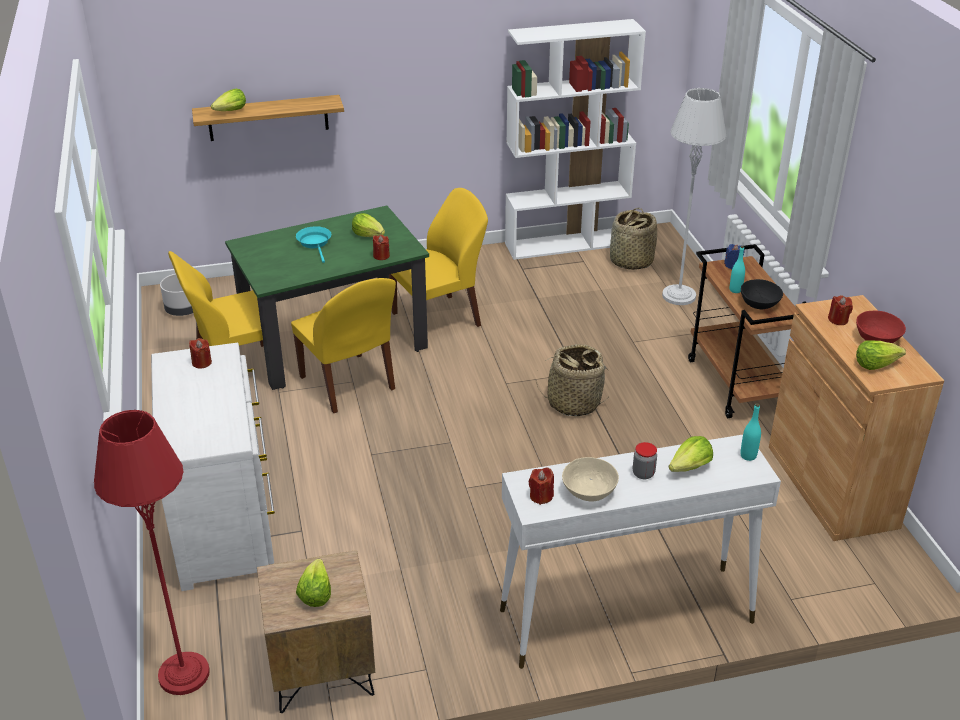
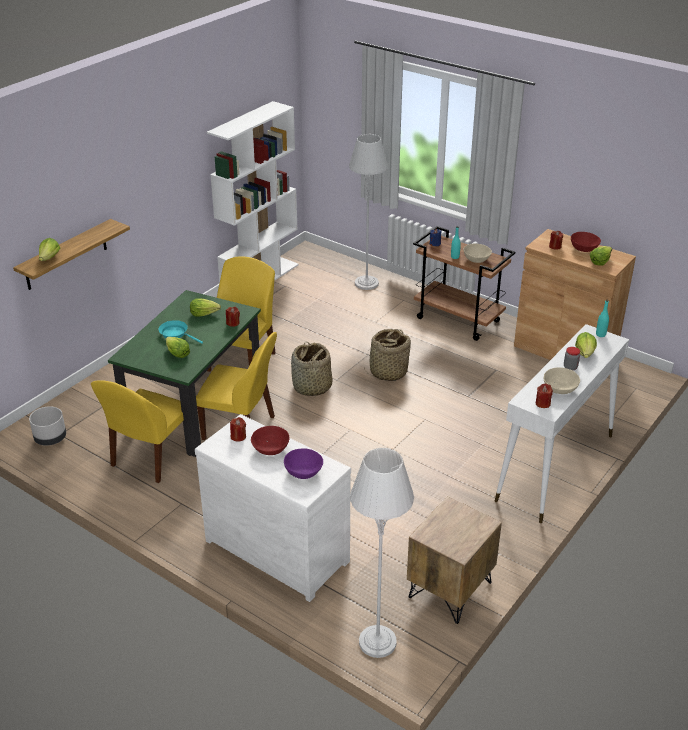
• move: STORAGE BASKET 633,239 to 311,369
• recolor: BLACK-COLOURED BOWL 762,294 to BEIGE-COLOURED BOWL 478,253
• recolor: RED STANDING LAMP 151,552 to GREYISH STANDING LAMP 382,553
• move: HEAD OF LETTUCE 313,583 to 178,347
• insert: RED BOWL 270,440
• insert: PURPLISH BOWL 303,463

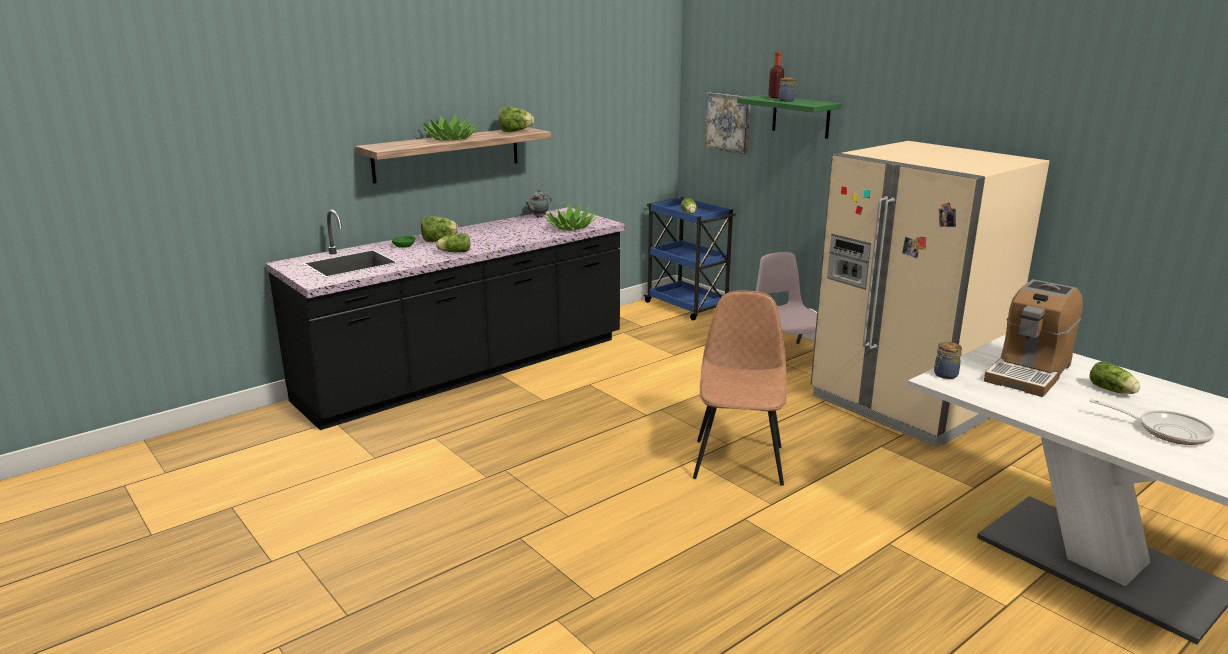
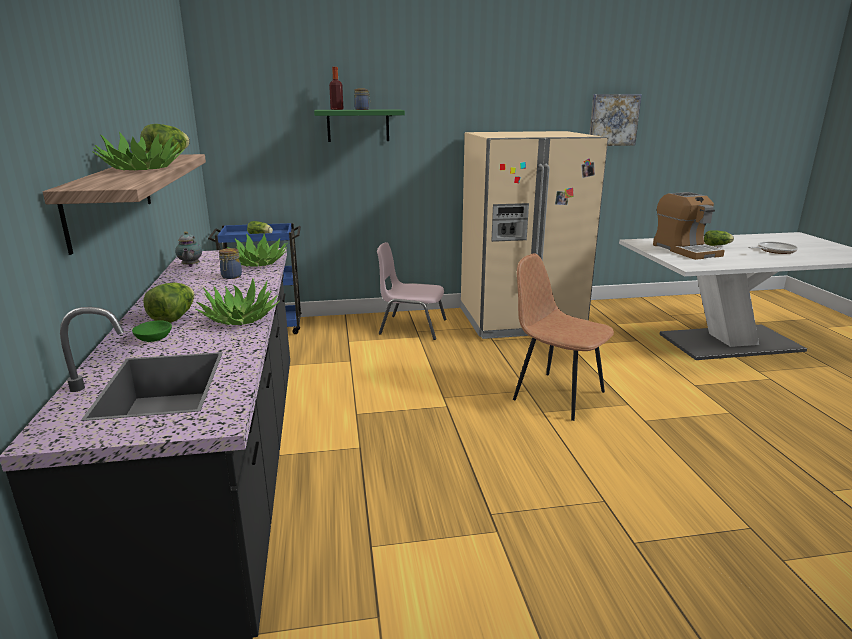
• move: PICTURE 727,123 to 615,120
• replace: HEAD OF LETTUCE 453,242 to POTTED PLANT 237,301
• move: JAR 948,360 to 230,263

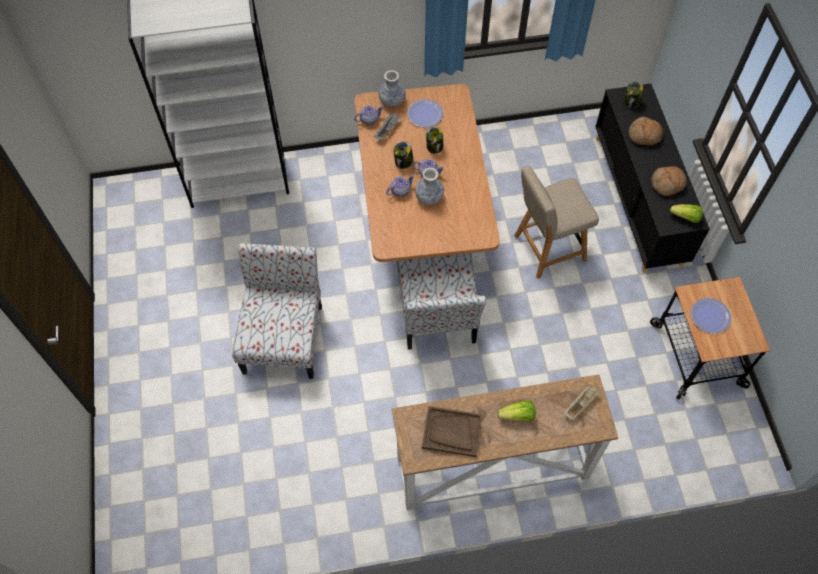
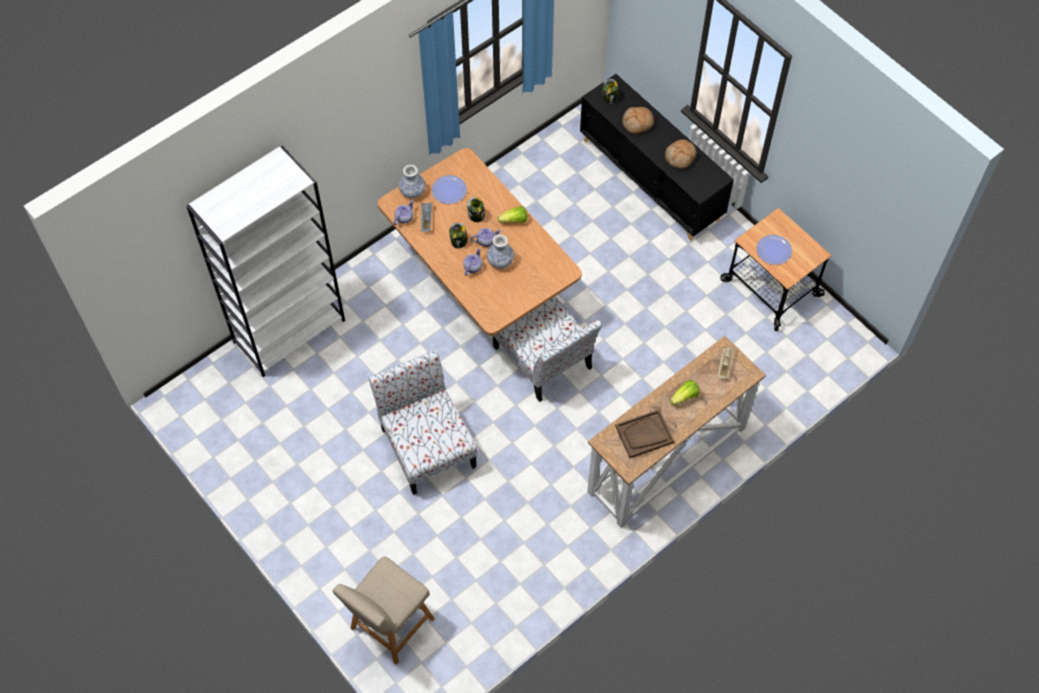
• move: BEIGE-COLOURED UPRIGHT CHAIR 556,222 to 384,610
• move: HEAD OF LETTUCE 686,213 to 512,214

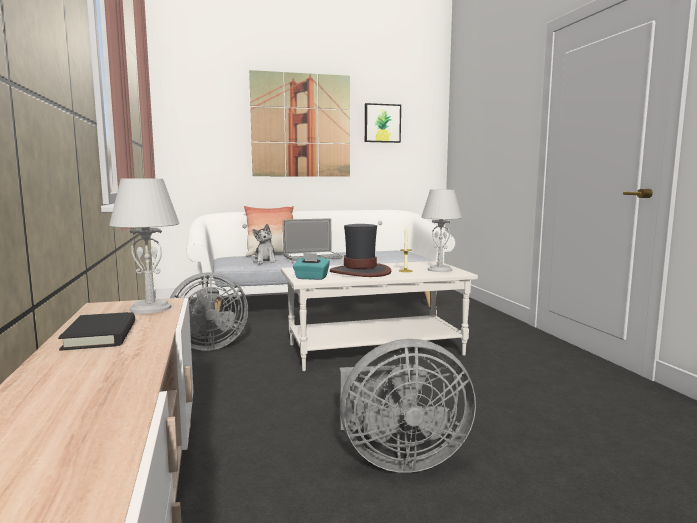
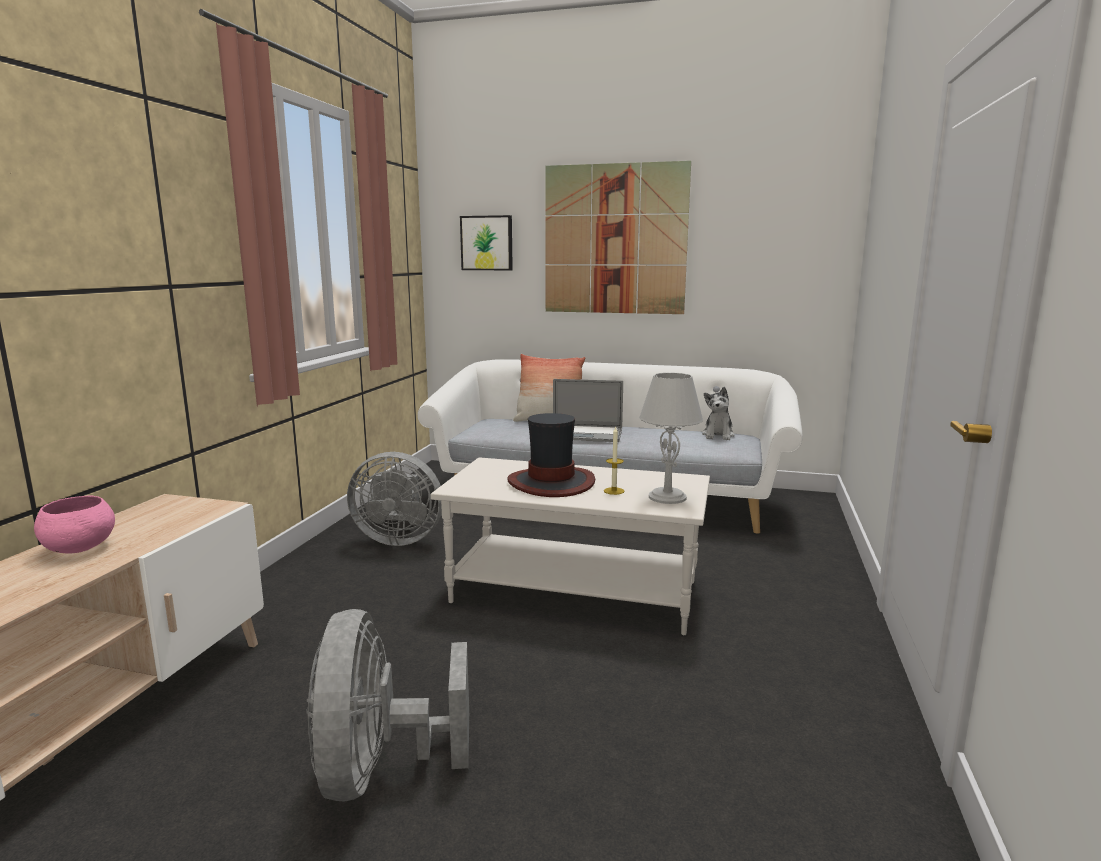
• move: PICTURE 383,123 to 486,242
• delete: GREYISH LAMP FOR A TABLE 144,246
• move: CUDDLY TOY 264,244 to 718,413
• delete: TURQUOISE-COLOURED BOX OF TISSUES 311,266
• replace: BLACK-COLOURED BOOK 96,331 to PINK-COLOURED BOWL 74,524
• rotate: GREYISH COOLING FAN 408,406 = 387,705 60 degrees clockwise

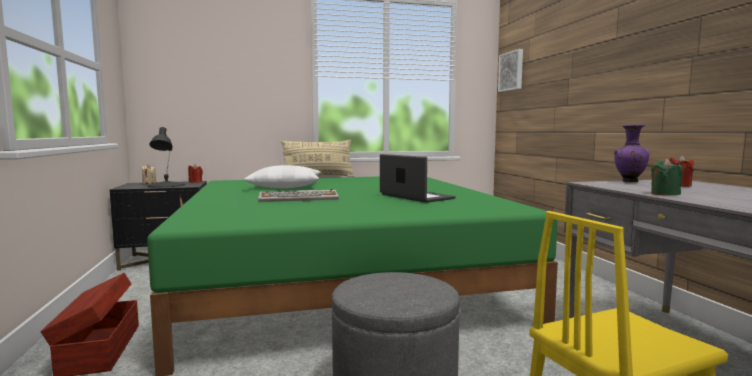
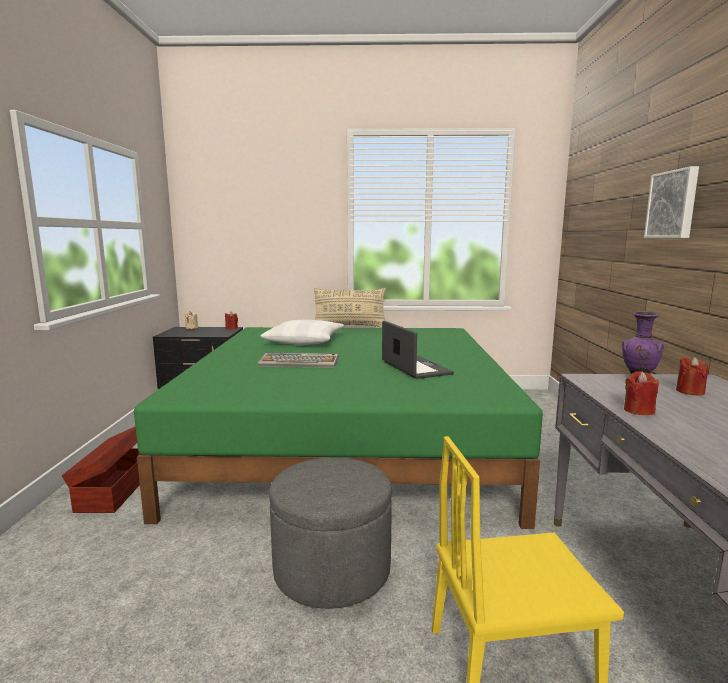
• move: PICTURE 510,70 to 671,202
• delete: BLACK-COLOURED LAMP FOR A TABLE 166,157
• recolor: GREEN-COLOURED CANDLE 666,177 to RED CANDLE 641,393

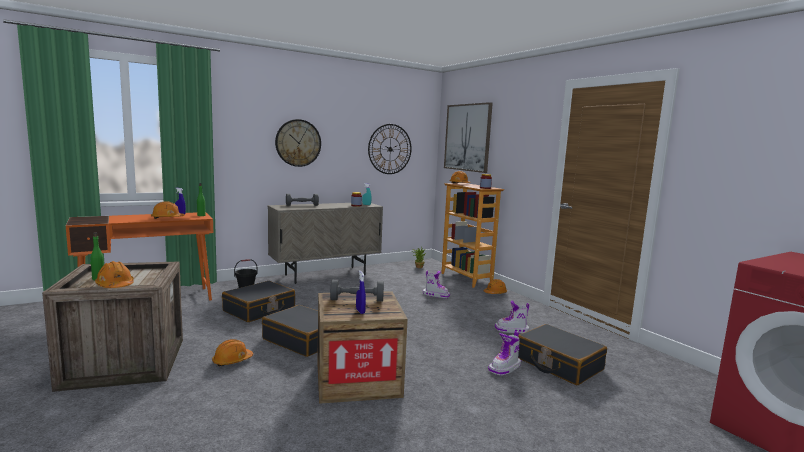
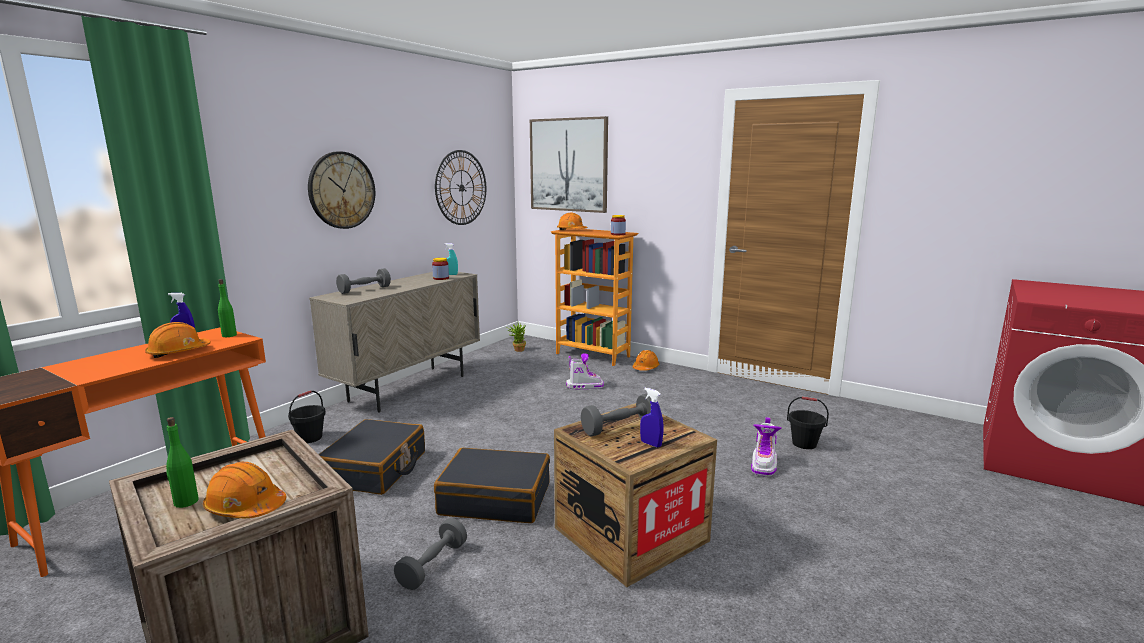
• delete: HIGH-TOP BOOT 512,317
• replace: BLACK-COLOURED SUITCASE 562,354 to BLACK-COLOURED WATER BUCKET 808,422
• replace: ORANGE HARD HAT 232,352 to GREYISH FREE WEIGHT 430,554

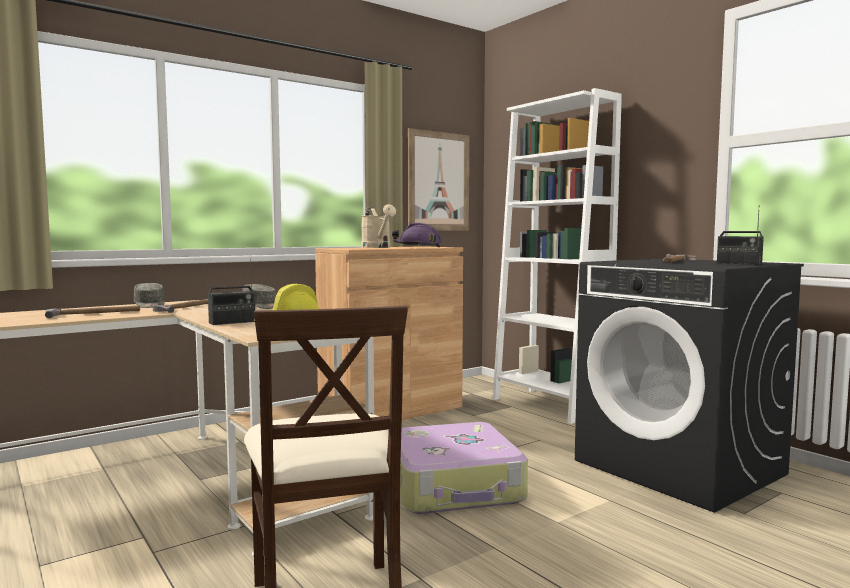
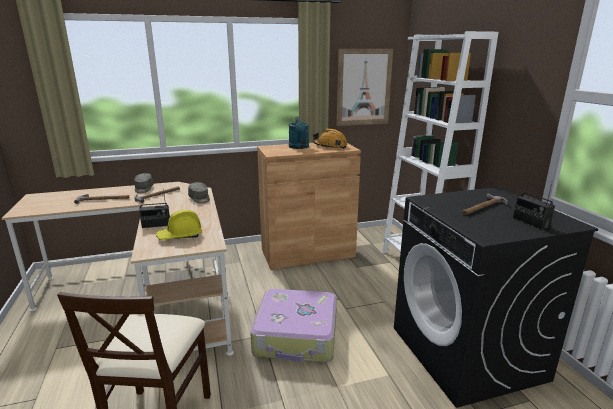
• recolor: BEIGE-COLOURED WATERING POT 378,226 to TURQUOISE-COLOURED WATERING POT 298,132
• recolor: PURPLISH HARD HAT 416,235 to ORANGE HARD HAT 330,139

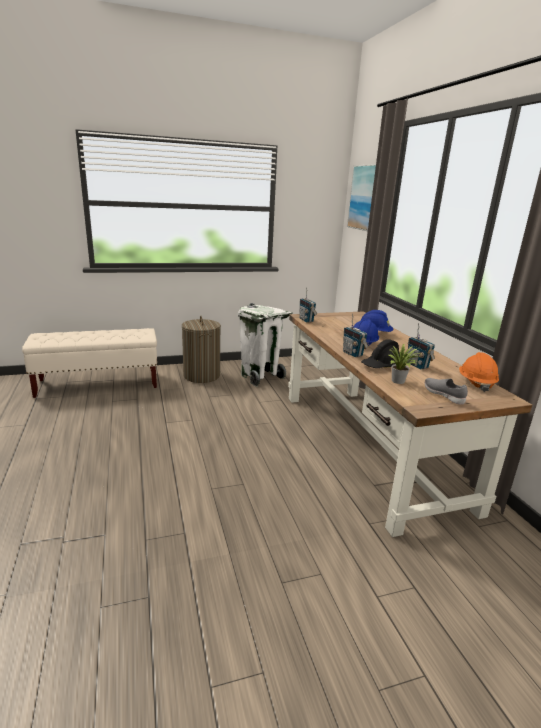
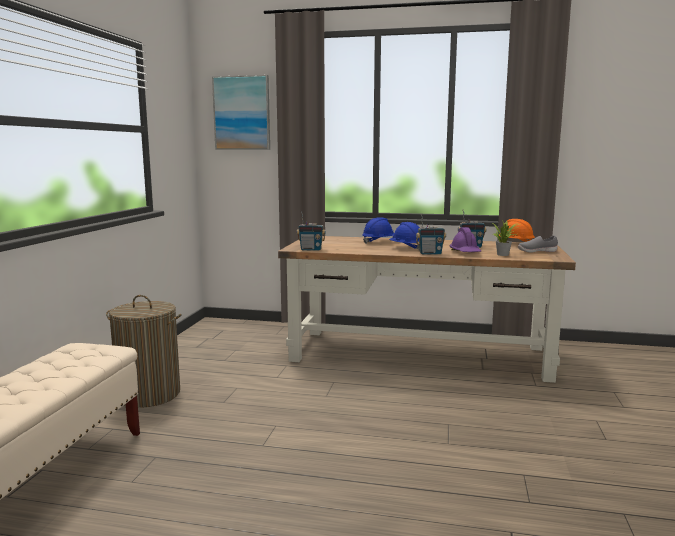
• delete: WHITE RUBBISH BIN 265,345
• recolor: BLACK-COLOURED HARD HAT 380,353 to PURPLISH HARD HAT 465,239

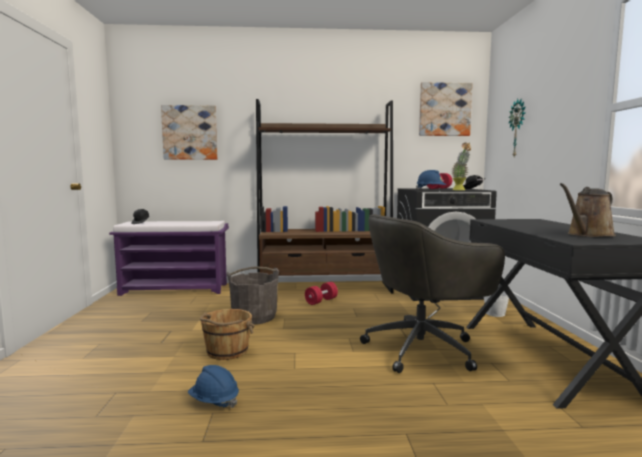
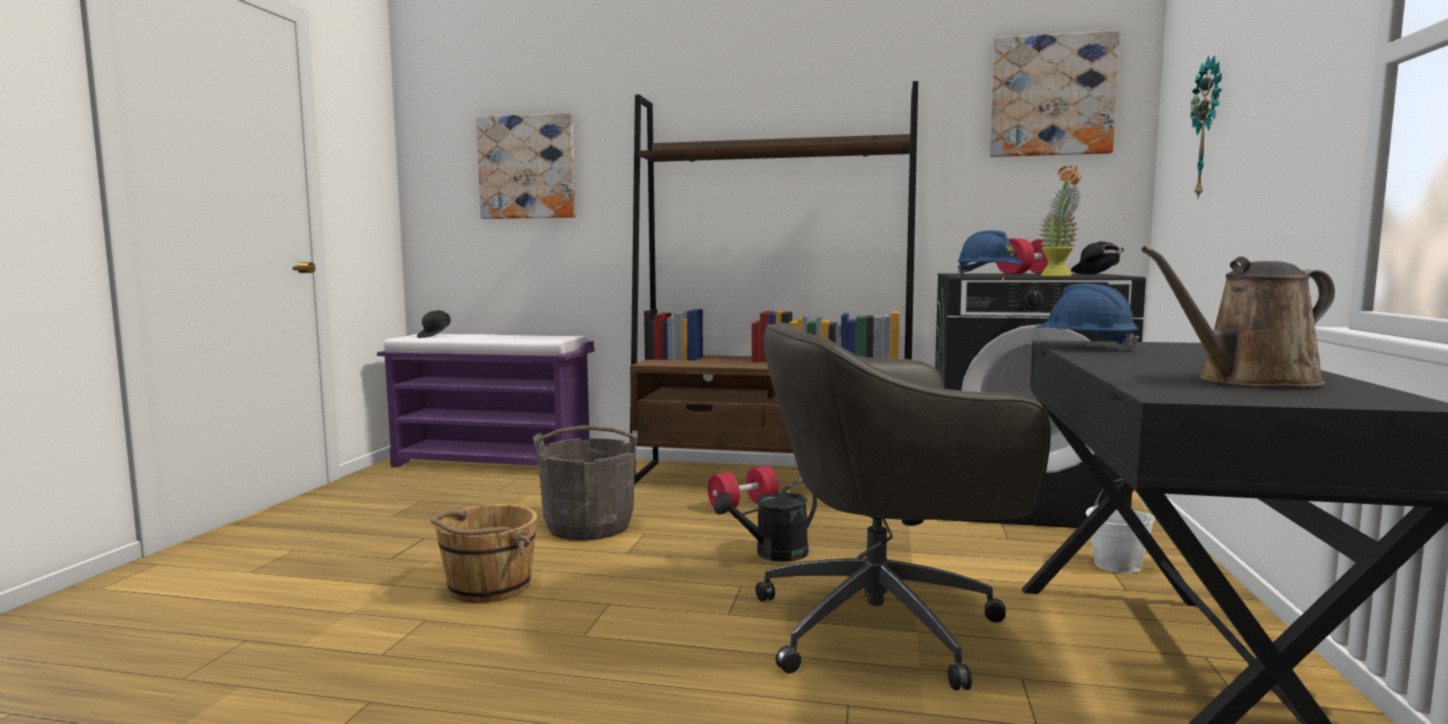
• move: BLUE-COLOURED HARD HAT 213,386 to 1087,316
• insert: BLACK-COLOURED WATERING POT 765,521

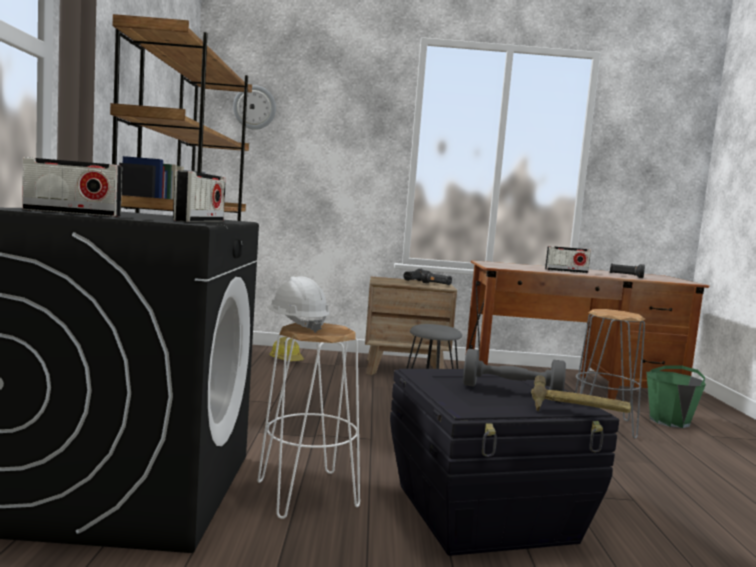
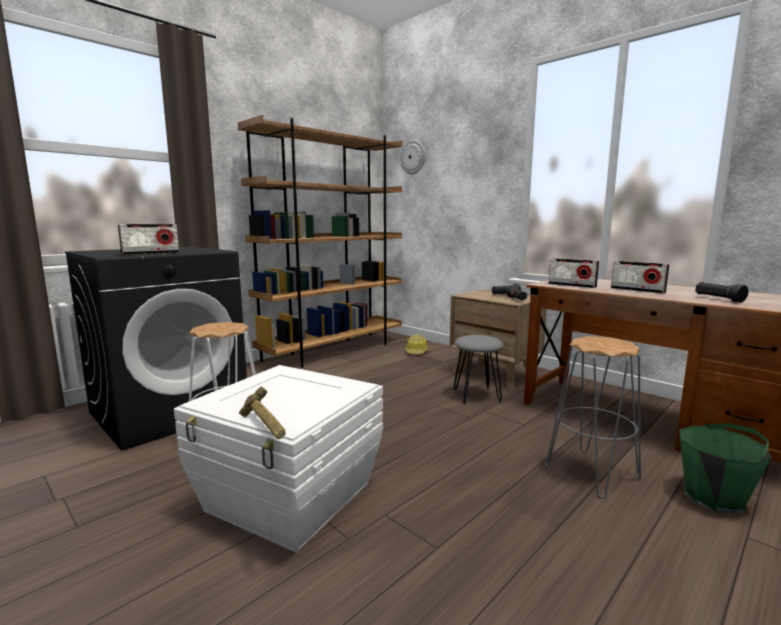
• move: RADIO RECEIVER 72,187 to 573,273
• delete: WHITE HARD HAT 298,305
• delete: GREYISH FREE WEIGHT 514,370
• recolor: BLACK-COLOURED STORAGE BIN 504,462 to WHITE STORAGE BIN 278,459

